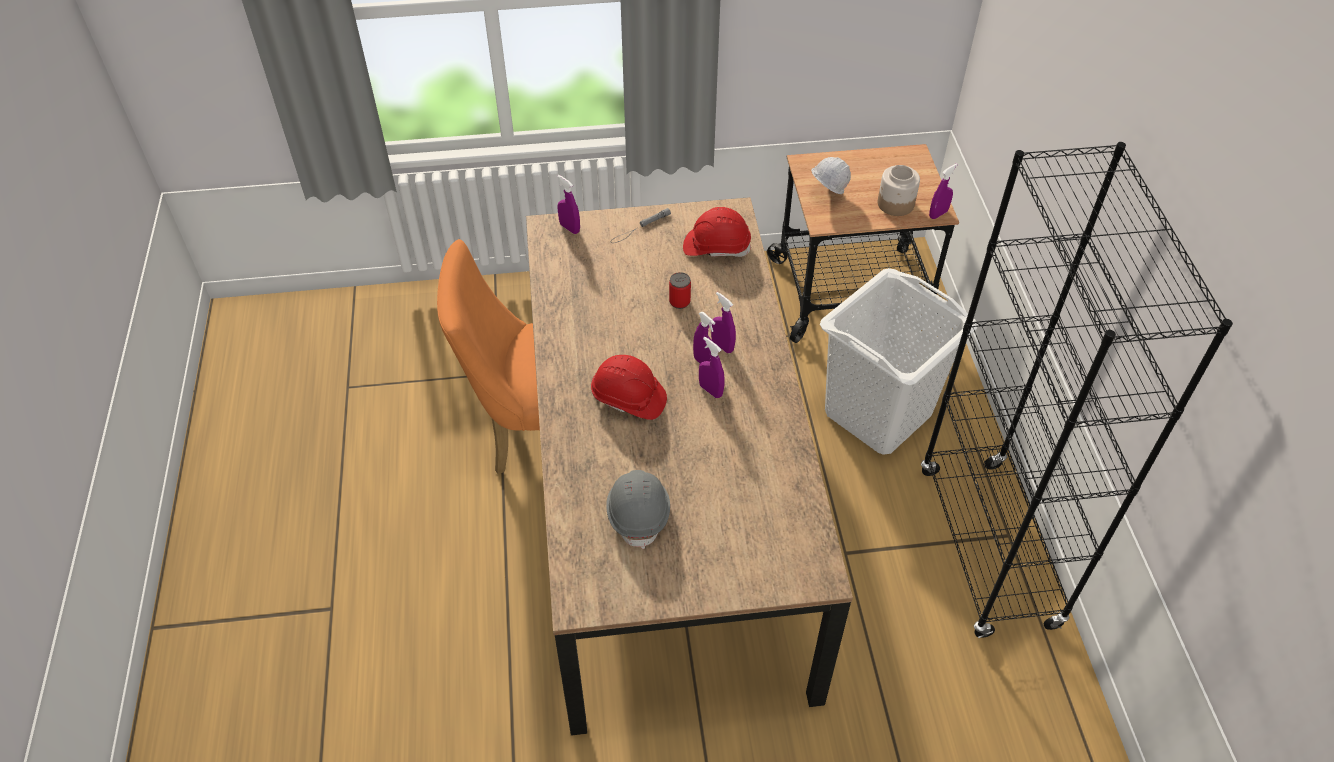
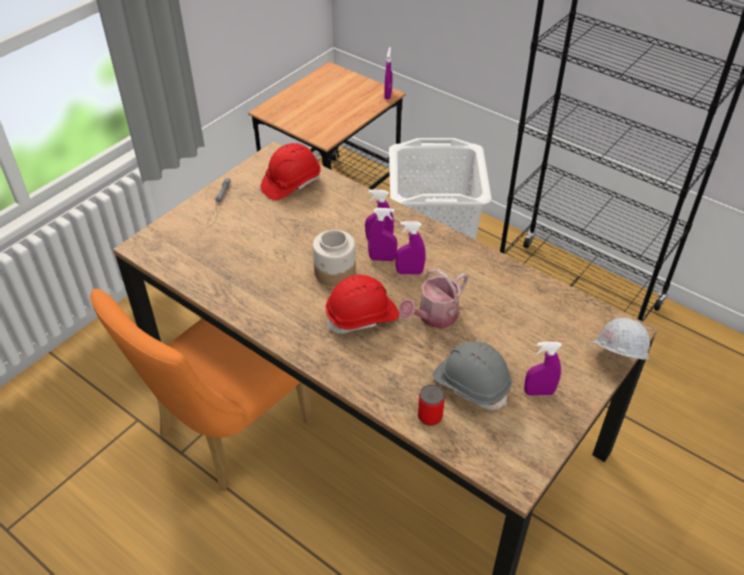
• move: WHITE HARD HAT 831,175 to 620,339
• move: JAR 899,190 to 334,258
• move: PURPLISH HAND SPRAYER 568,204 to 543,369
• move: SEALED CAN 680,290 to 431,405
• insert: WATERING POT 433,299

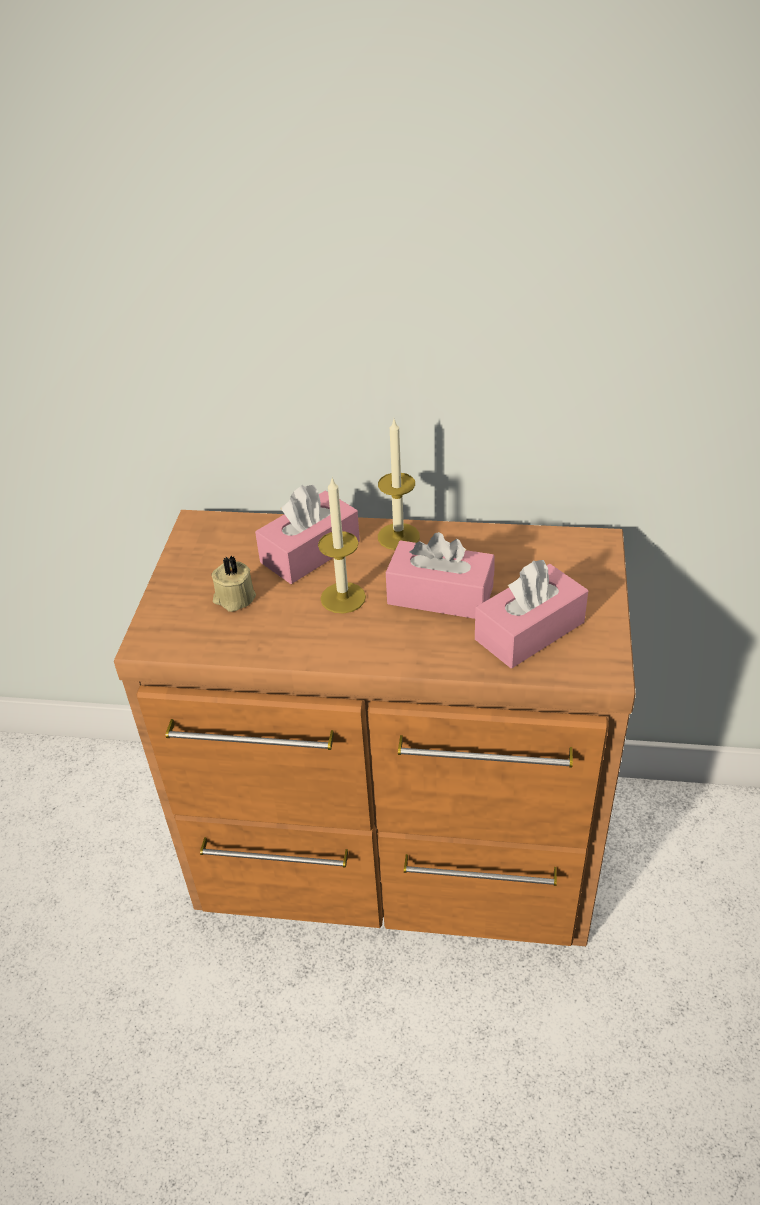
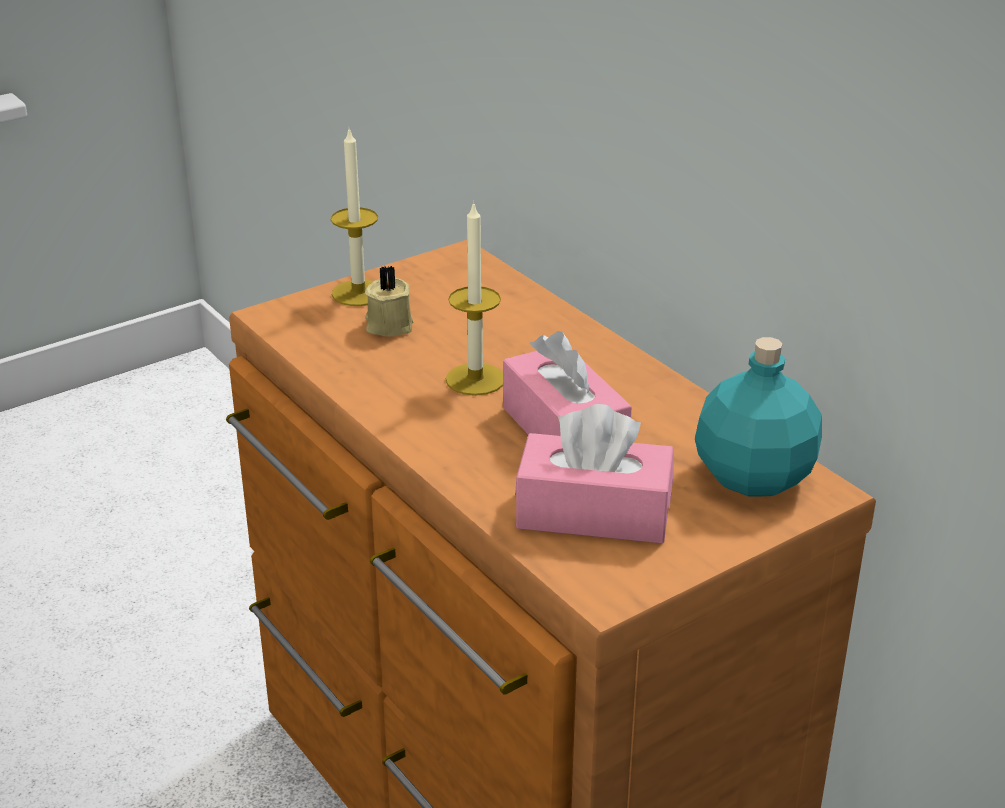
• move: CANDLE 399,485 to 354,217
• delete: PINK-COLOURED BOX OF TISSUES 307,534
• insert: TURQUOISE-COLOURED DRINK BOTTLE 758,417

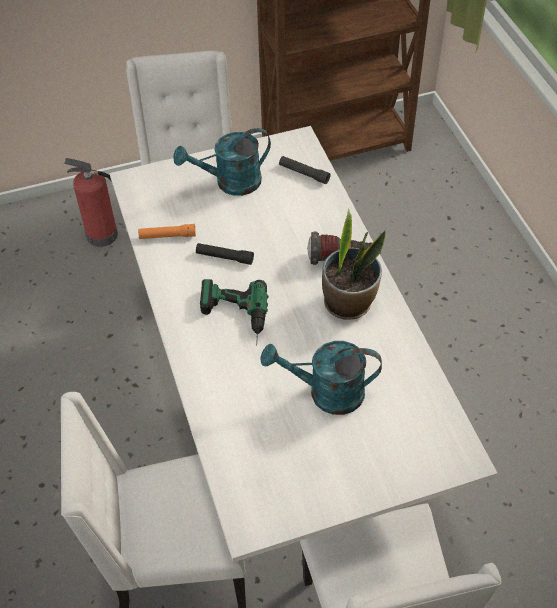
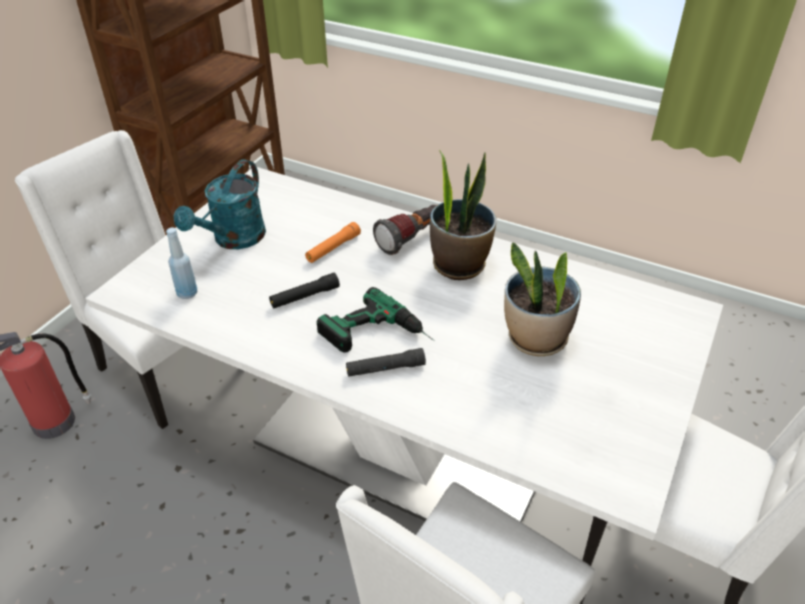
• move: BLACK-COLOURED TORCH 304,170 to 386,362
• move: ORANGE TORCH 167,231 to 333,242
• replace: TURQUOISE-COLOURED WATERING POT 321,378 to POTTED PLANT 542,299
• insert: BLUE-COLOURED DRINK BOTTLE 181,263

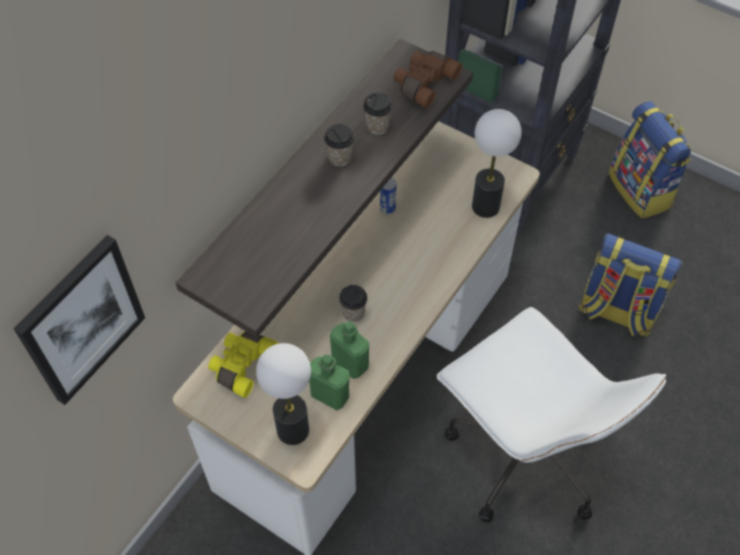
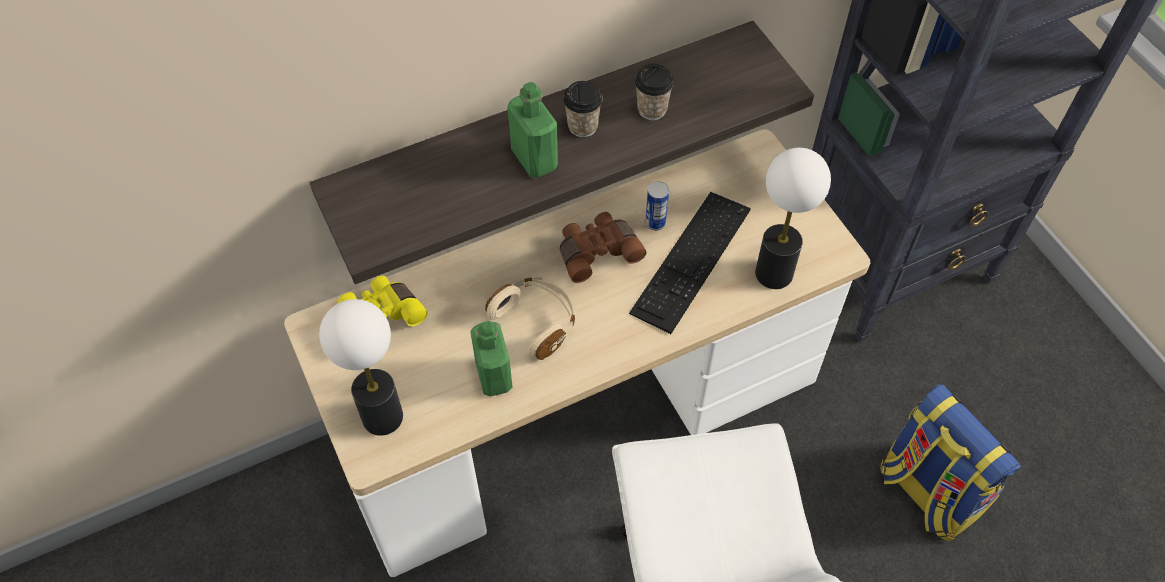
• move: BROWN BINOCULARS 428,79 to 603,247
• delete: KNAPSACK 650,160
• delete: PICTURE 79,320
• replace: CUP 353,303 to BEIGE-COLOURED HEADSET 531,318
• move: GREEN-COLOURED DRINK BOTTLE 329,382 to 532,129
• insert: KEYBOARD 690,263

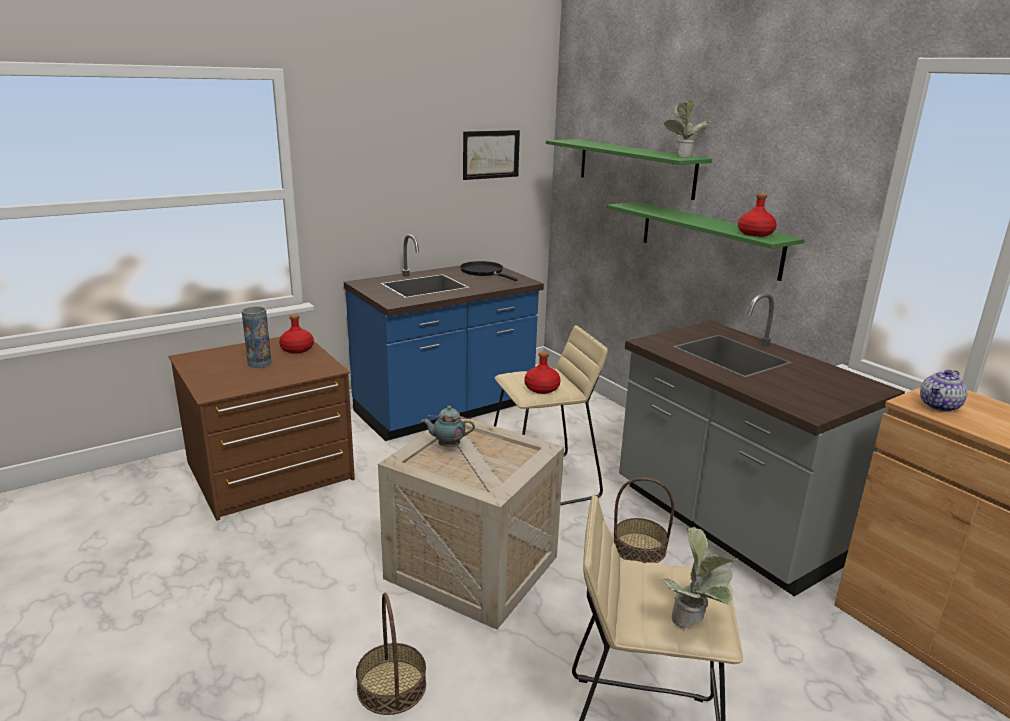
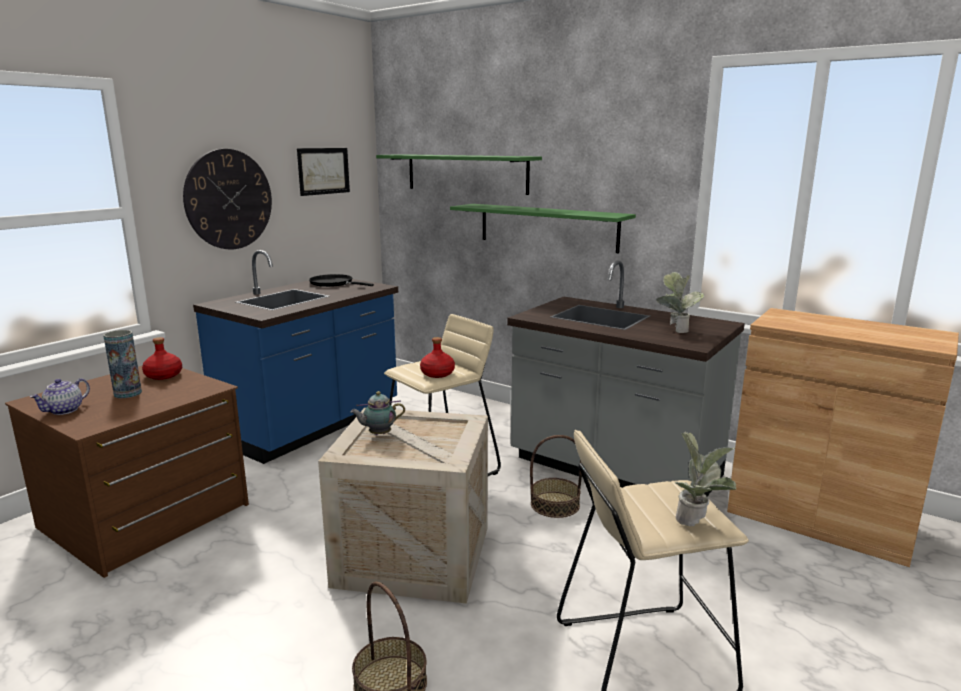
• move: POTTED PLANT 687,129 to 680,302
• delete: RED DRINK BOTTLE 757,215
• move: TEA POT 943,391 to 60,396
• insert: WALL CLOCK 227,199

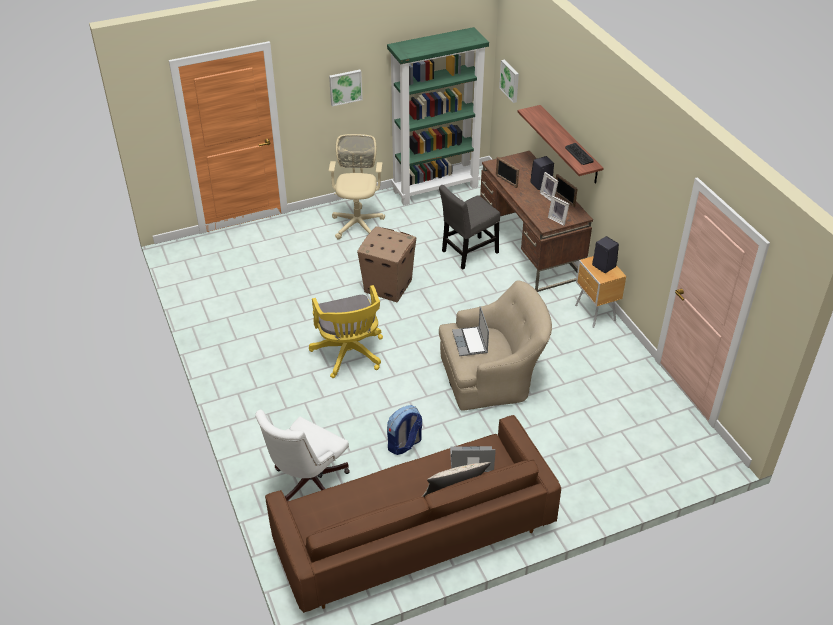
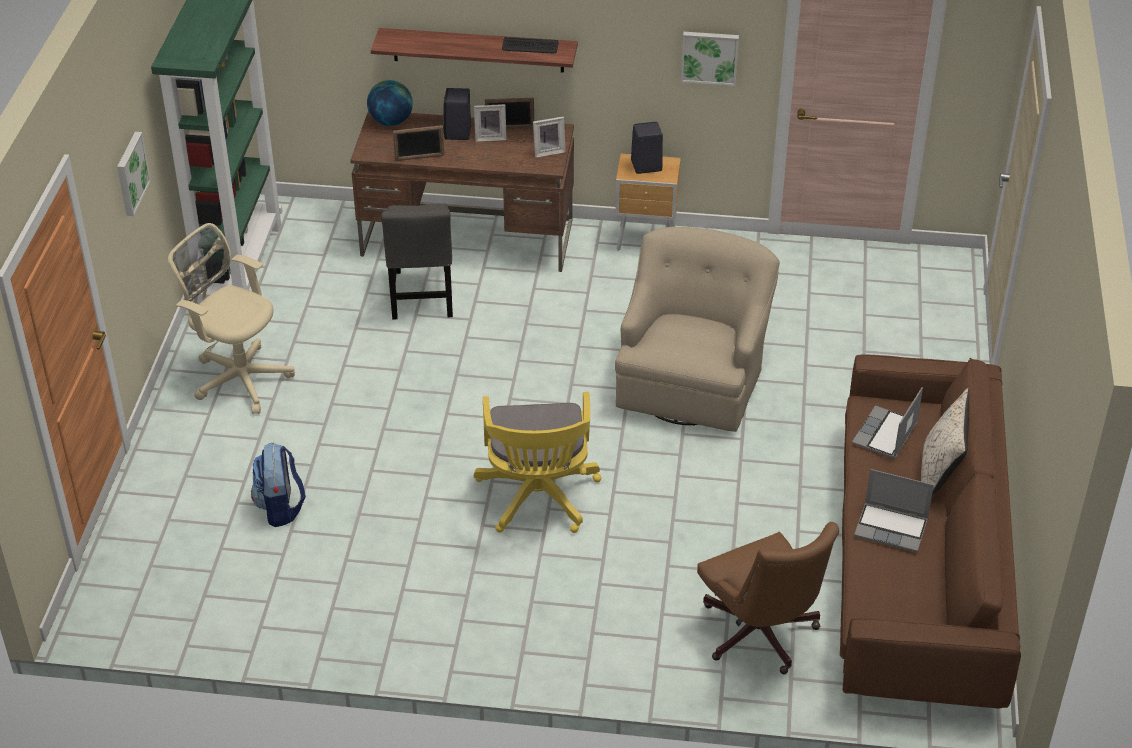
• move: PICTURE 509,81 to 710,59
• delete: CARDBOARD BOX 386,264
• rotate: YELLOW COMPUTER CHAIR 346,331 = 537,462 75 degrees clockwise
• move: NOTEBOOK COMPUTER 470,331 to 894,510
• move: KNAPSACK 404,430 to 278,484
• recolor: WHITE COMPUTER CHAIR 302,455 to BROWN COMPUTER CHAIR 768,598
• insert: DESK GLOBE 390,103

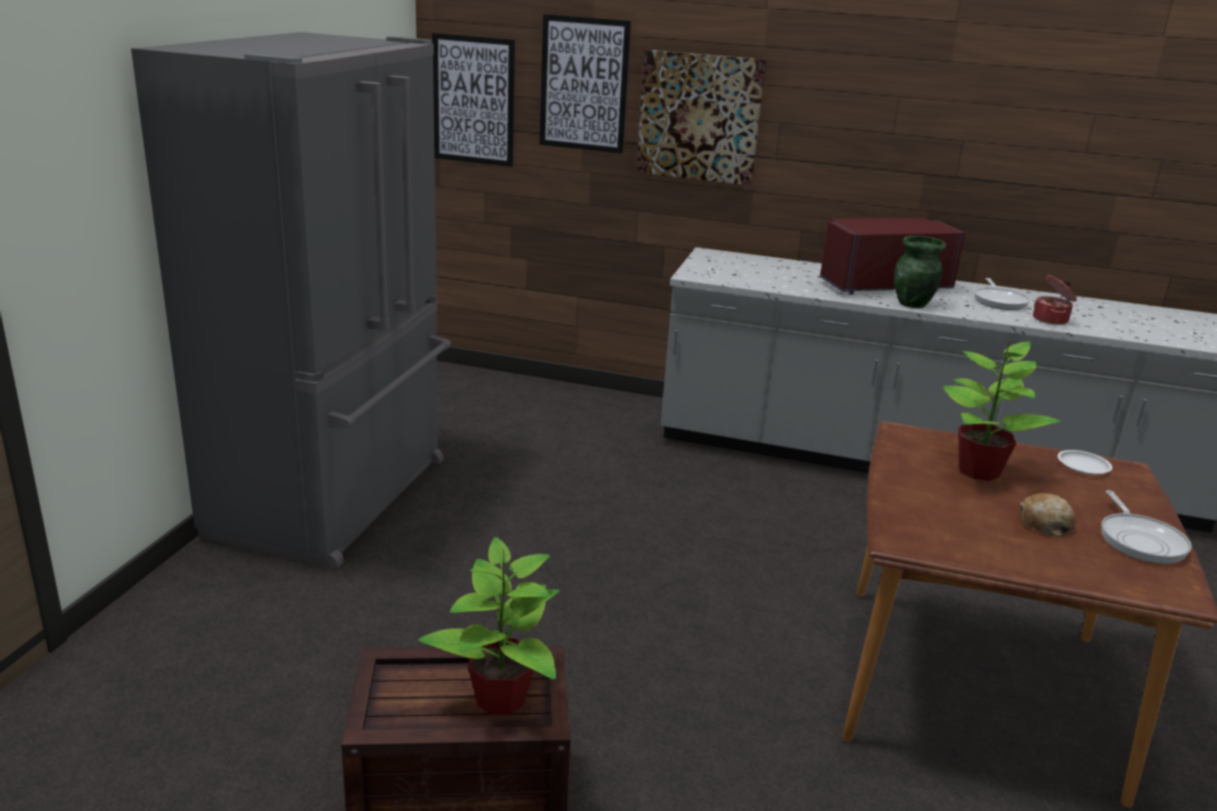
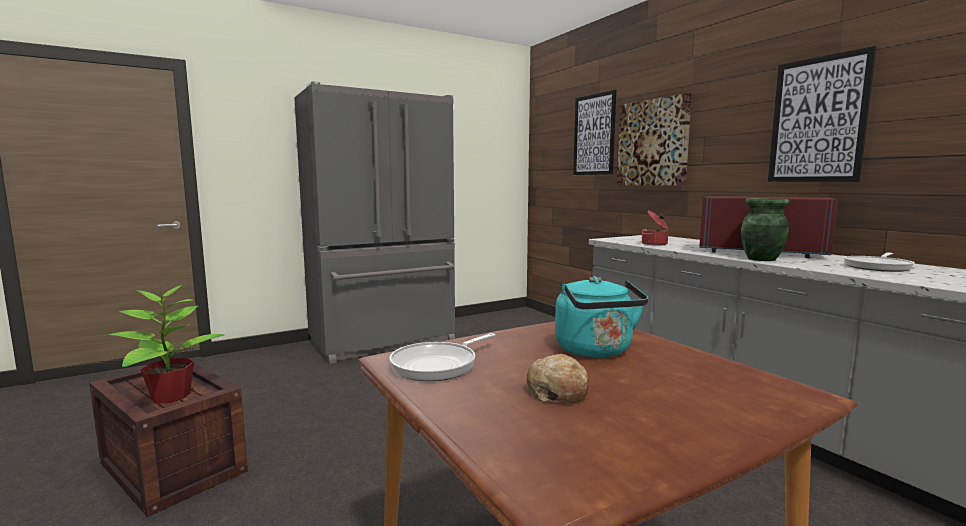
• move: PICTURE 473,100 to 822,114
• move: STOCKPOT 1055,300 to 655,228
• replace: POTTED PLANT 1002,408 to TURQUOISE-COLOURED WATER KETTLE 601,316
• delete: WHITE FLAT DISH 1085,462
• move: FRYING PAN 1146,527 to 442,357

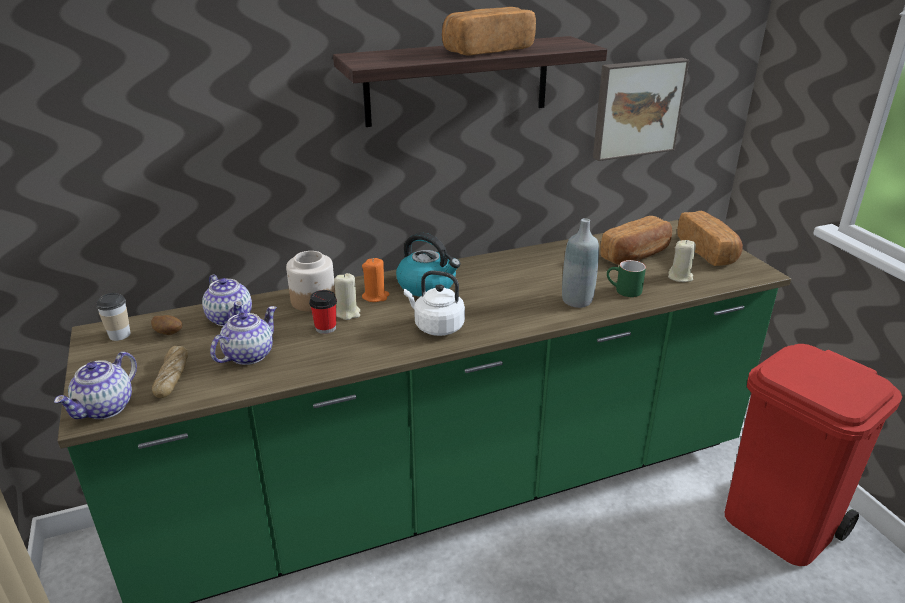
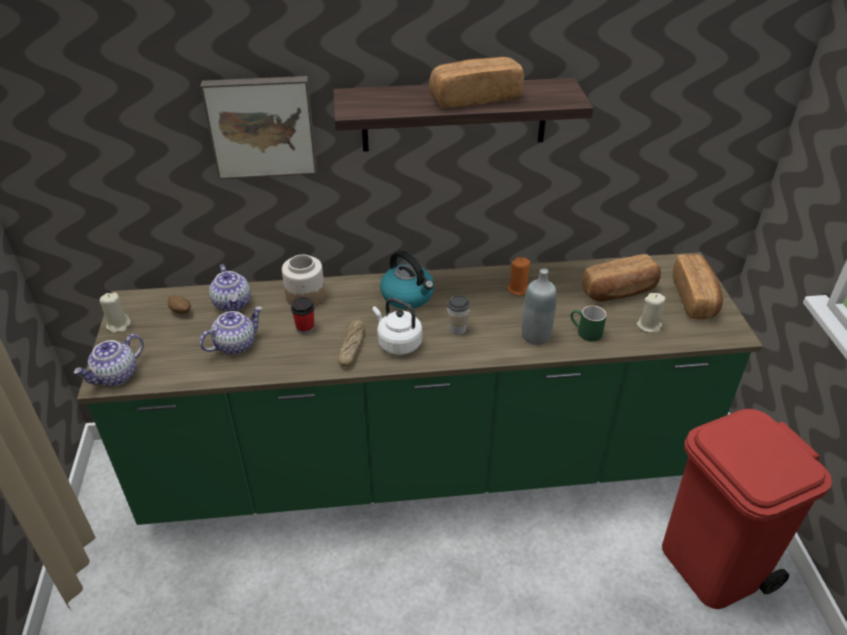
• move: PICTURE 641,109 to 258,127
• move: ORANGE CANDLE 376,280 to 518,276
• move: BEIGE-COLOURED CANDLE 347,296 to 115,313
• move: CUP 113,317 to 458,315
• move: BREAD 170,372 to 351,343

